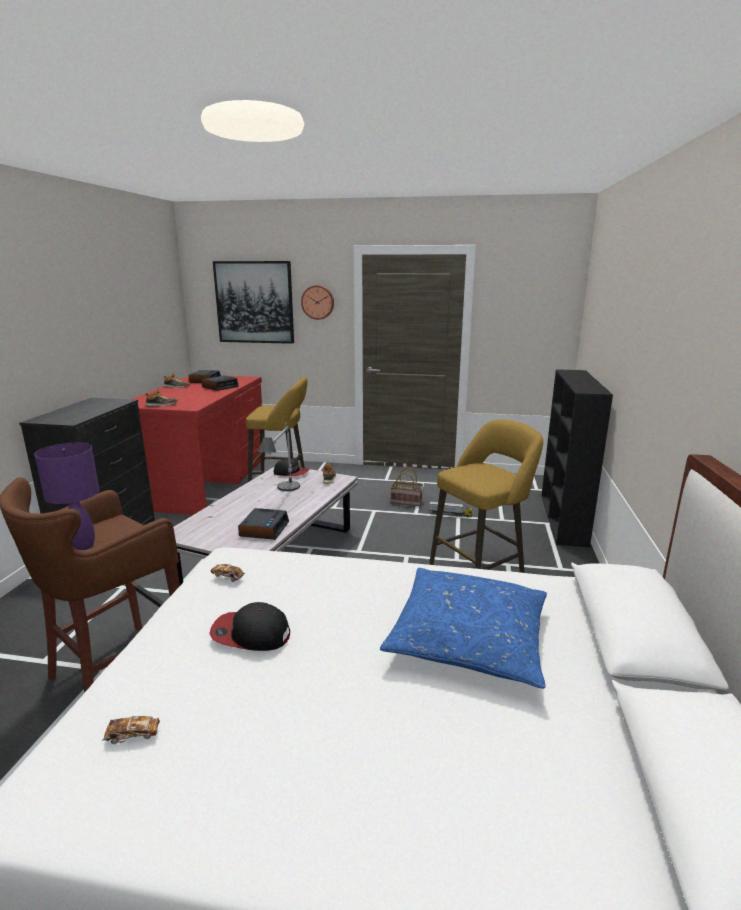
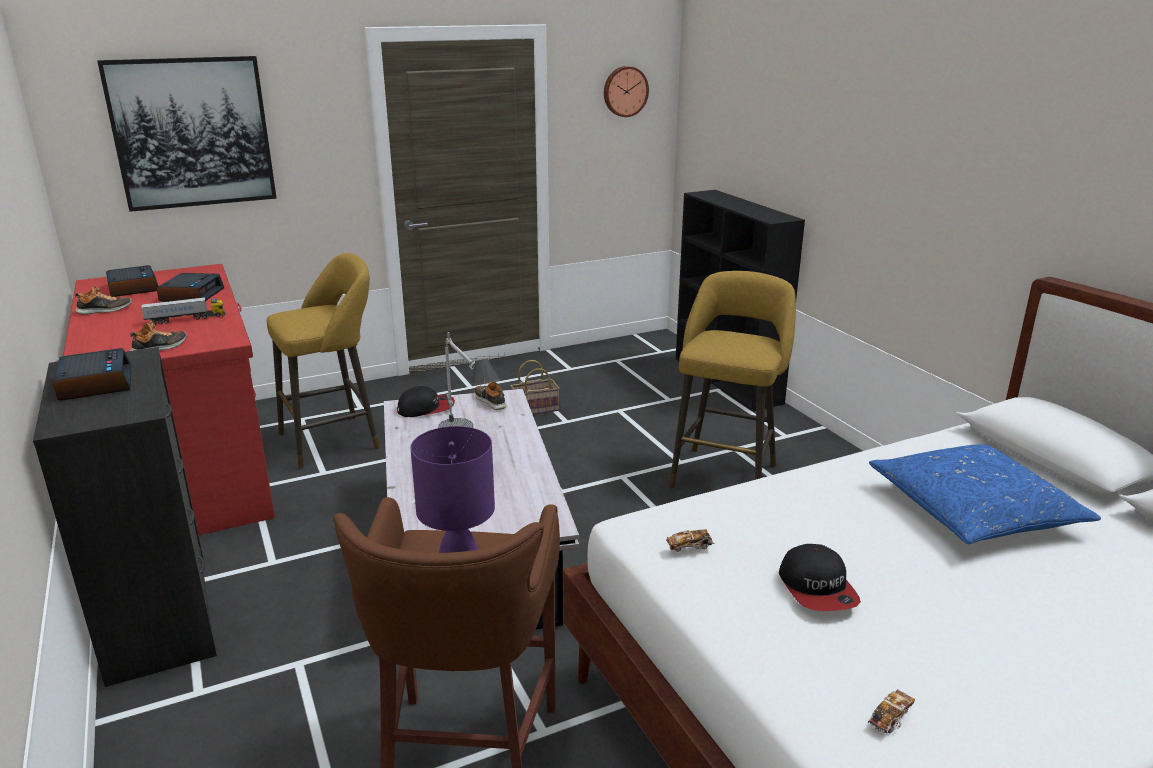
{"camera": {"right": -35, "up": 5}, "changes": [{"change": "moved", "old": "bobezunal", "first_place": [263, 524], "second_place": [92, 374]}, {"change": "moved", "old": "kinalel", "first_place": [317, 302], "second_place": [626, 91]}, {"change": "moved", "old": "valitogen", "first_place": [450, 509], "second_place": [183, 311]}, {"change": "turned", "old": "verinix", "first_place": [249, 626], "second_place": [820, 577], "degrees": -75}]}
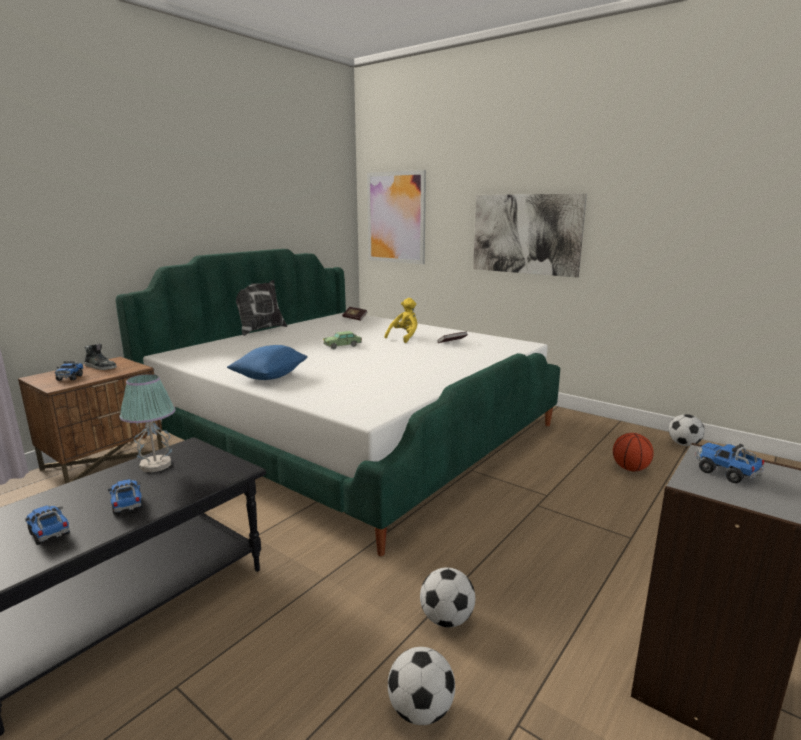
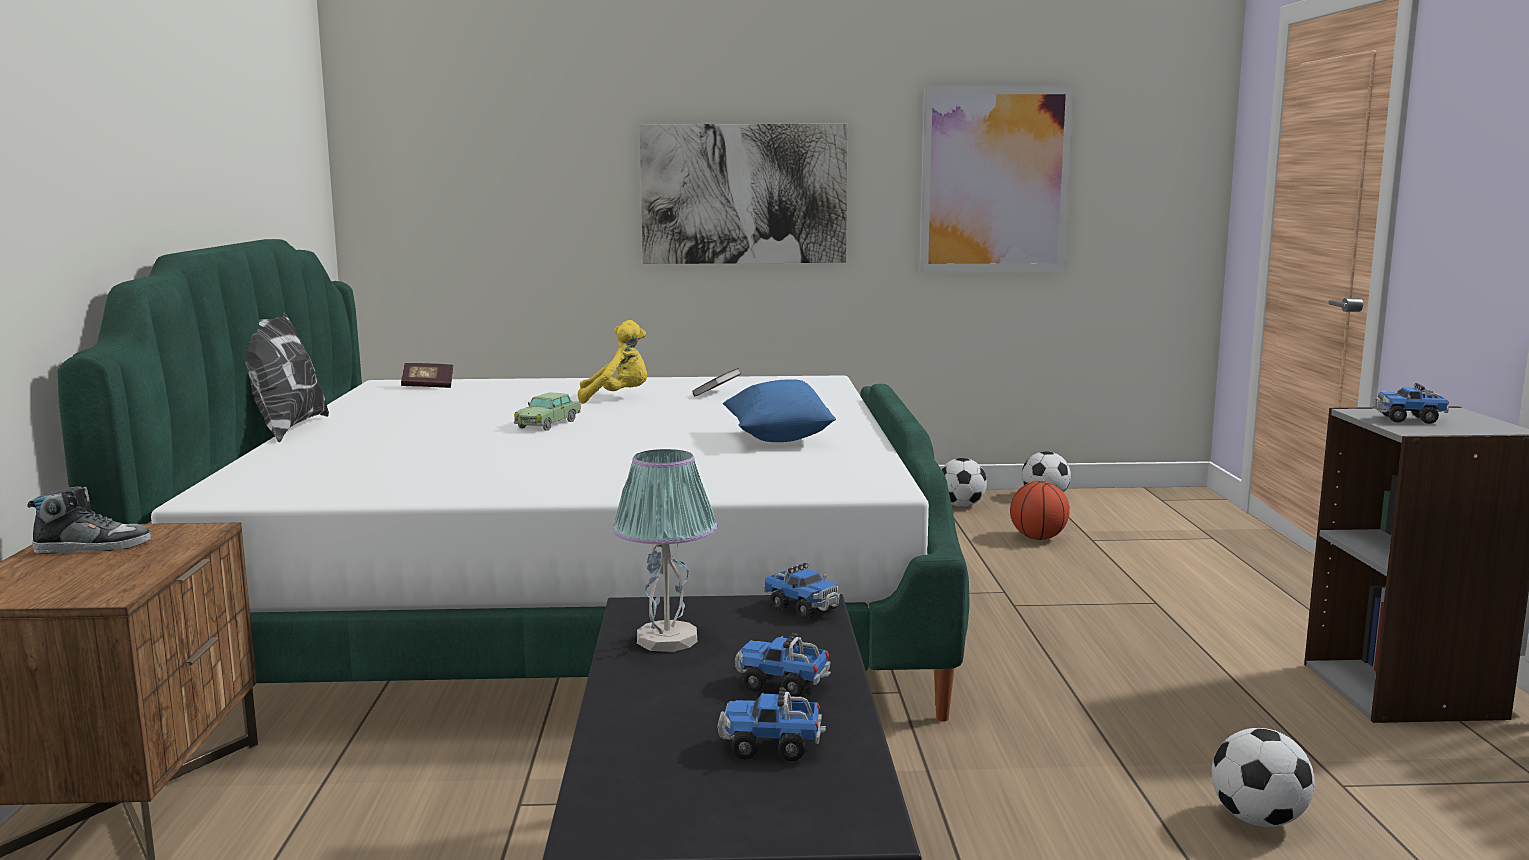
{"camera": {"right": -40, "up": -5}, "changes": [{"change": "moved", "old": "valitogen", "first_place": [69, 371], "second_place": [802, 591]}, {"change": "moved", "old": "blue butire", "first_place": [267, 362], "second_place": [779, 411]}, {"change": "moved", "old": "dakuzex", "first_place": [396, 217], "second_place": [996, 179]}, {"change": "moved", "old": "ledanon", "first_place": [447, 597], "second_place": [964, 482]}, {"change": "turned", "old": "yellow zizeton", "first_place": [400, 320], "second_place": [612, 362], "degrees": 90}]}
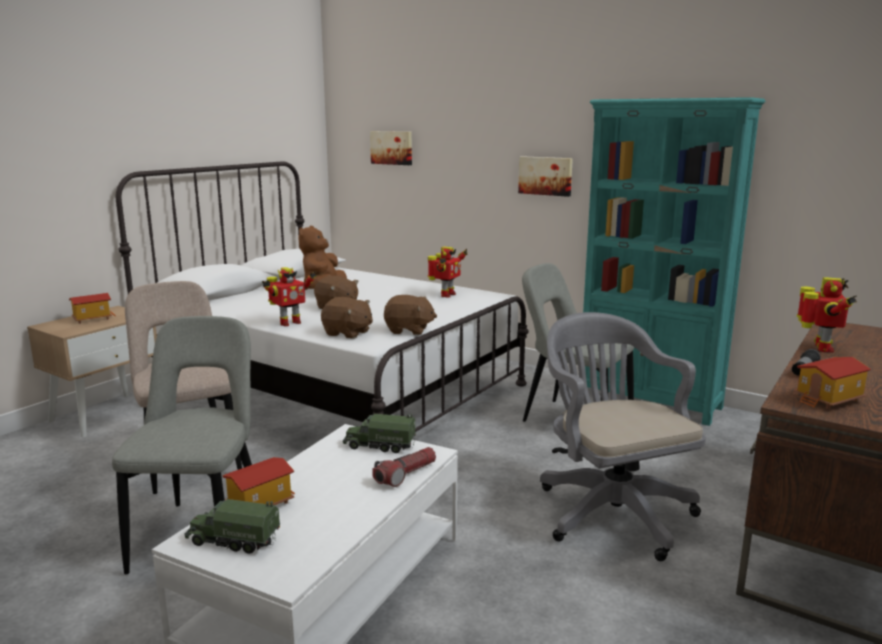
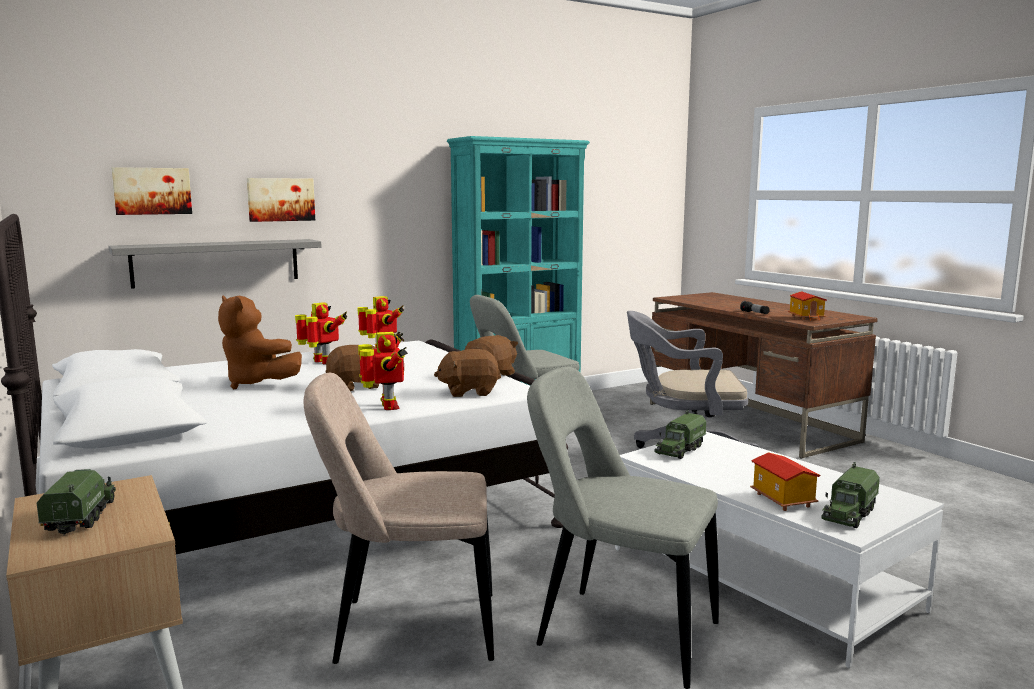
{"camera": {"right": -65, "up": -5}, "changes": [{"change": "removed", "old": "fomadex", "first_place": [404, 467]}, {"change": "added", "new": "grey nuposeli", "second_place": [215, 264]}, {"change": "moved", "old": "dakuzex", "first_place": [545, 176], "second_place": [281, 200]}, {"change": "moved", "old": "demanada", "first_place": [827, 315], "second_place": [321, 333]}, {"change": "replaced", "old": "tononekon", "new": "valitogen", "first_place": [92, 308], "second_place": [76, 502]}, {"change": "turned", "old": "brown zizeton", "first_place": [347, 318], "second_place": [467, 373], "degrees": -150}]}
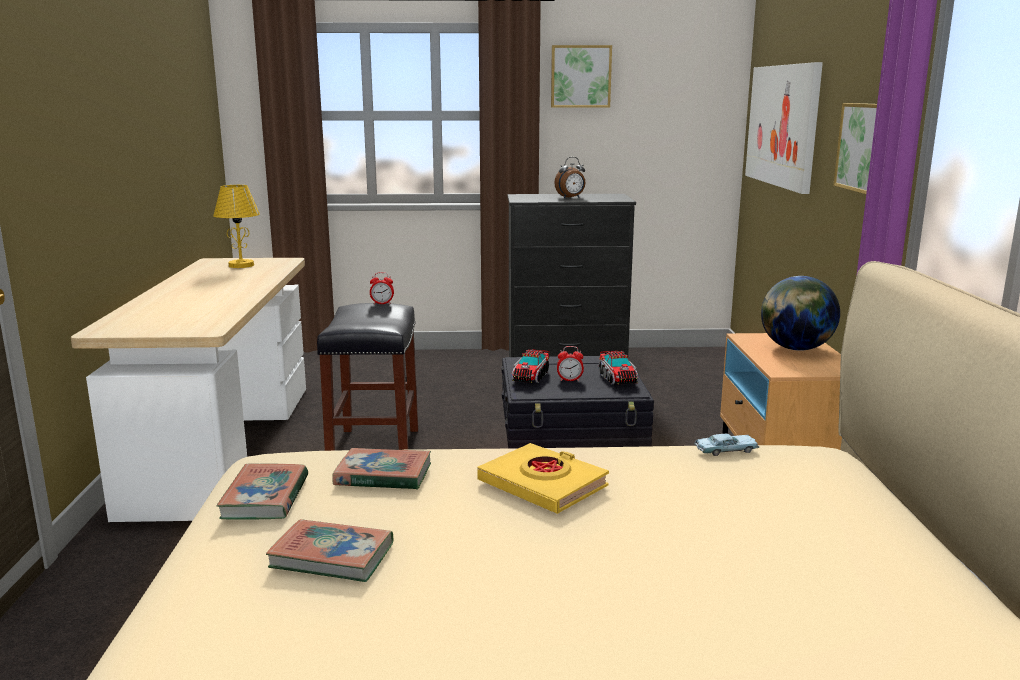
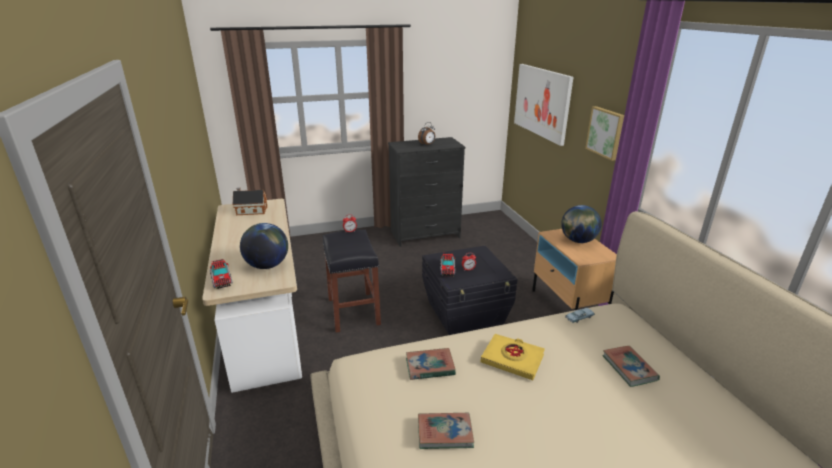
{"camera": {"right": -15, "up": 10}, "changes": [{"change": "removed", "old": "dakuzex", "first_place": [581, 76]}, {"change": "added", "new": "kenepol", "second_place": [264, 246]}, {"change": "moved", "old": "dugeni", "first_place": [262, 491], "second_place": [631, 366]}, {"change": "moved", "old": "valitogen", "first_place": [618, 368], "second_place": [221, 274]}, {"change": "replaced", "old": "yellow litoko", "new": "tononekon", "first_place": [236, 226], "second_place": [250, 201]}]}
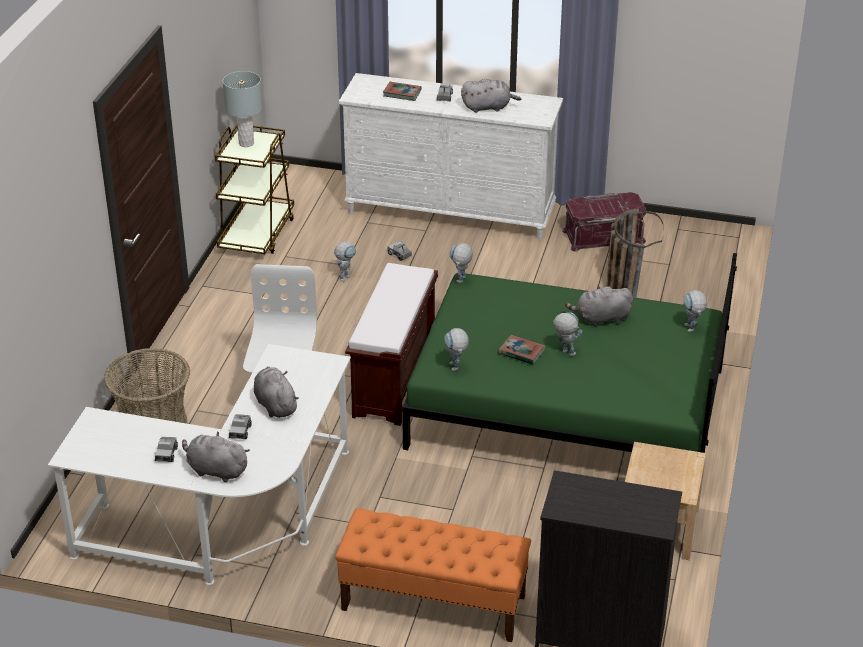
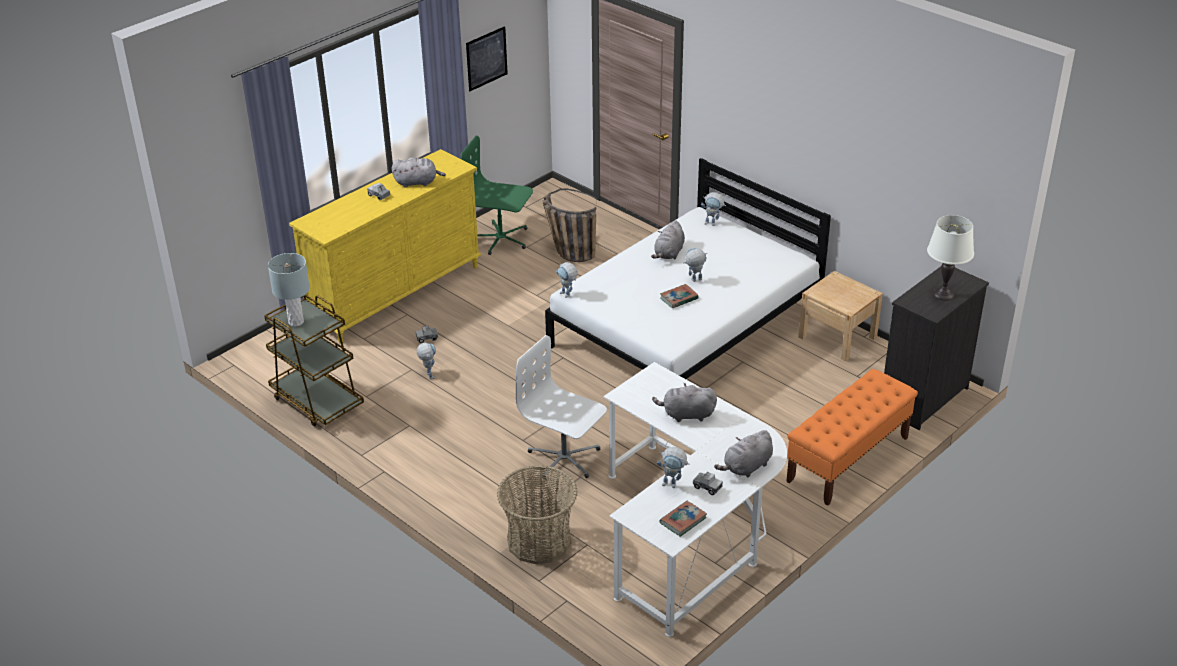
{"camera": {"right": -60, "up": 0}, "changes": [{"change": "removed", "old": "valitogen", "first_place": [240, 426]}, {"change": "removed", "old": "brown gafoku", "first_place": [391, 344]}, {"change": "added", "new": "dakuzex", "second_place": [487, 58]}, {"change": "added", "new": "white litoko", "second_place": [950, 258]}, {"change": "moved", "old": "dugeni", "first_place": [402, 91], "second_place": [683, 519]}, {"change": "moved", "old": "demanada", "first_place": [456, 349], "second_place": [673, 467]}, {"change": "replaced", "old": "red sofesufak", "new": "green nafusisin", "first_place": [604, 222], "second_place": [497, 195]}, {"change": "recoloured", "old": "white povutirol", "new": "yellow povutirol", "first_place": [451, 156], "second_place": [385, 246]}, {"change": "recoloured", "old": "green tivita", "new": "white tivita", "first_place": [569, 353], "second_place": [688, 268]}, {"change": "turned", "old": "grey zizeton", "first_place": [491, 96], "second_place": [419, 172], "degrees": 60}]}
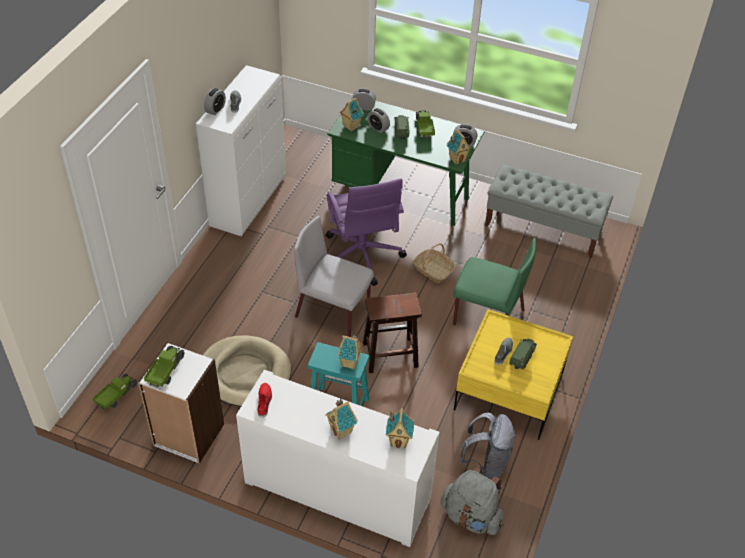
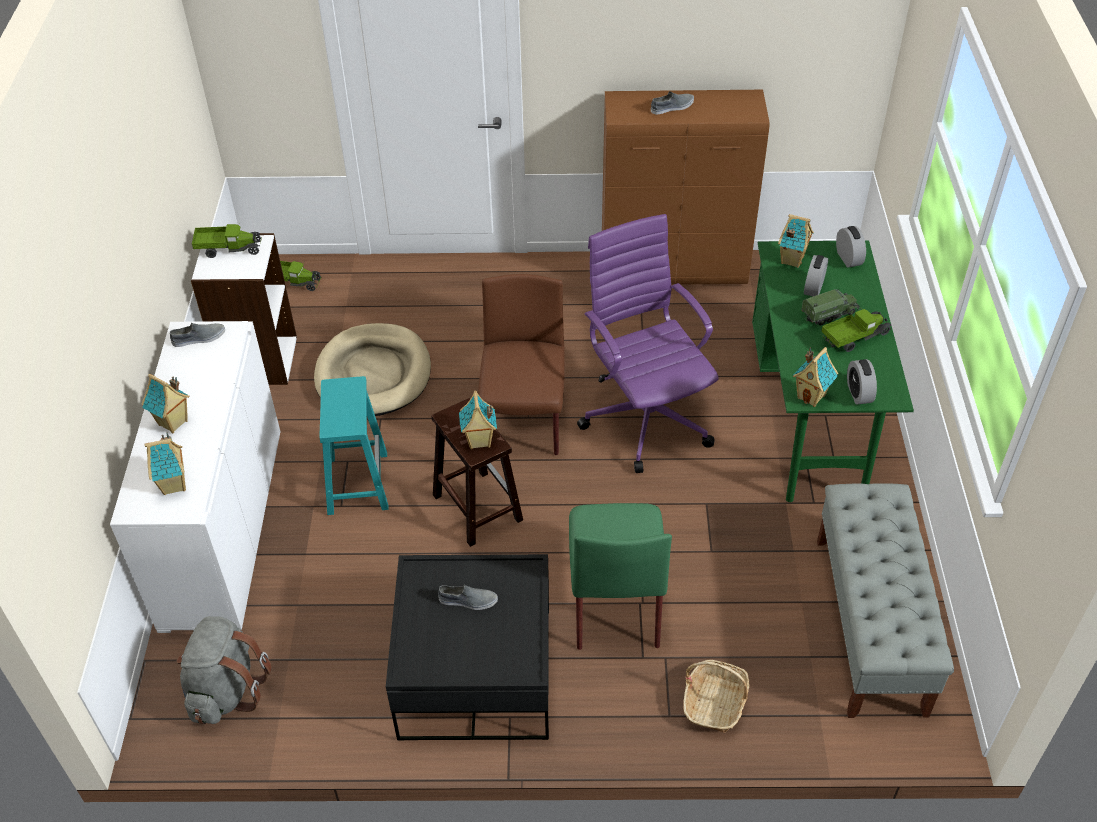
{"camera": {"right": 70, "up": 0}, "changes": [{"change": "removed", "old": "bobezunal", "first_place": [215, 101]}, {"change": "removed", "old": "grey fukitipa", "first_place": [487, 445]}, {"change": "removed", "old": "valitogen", "first_place": [523, 354]}, {"change": "moved", "old": "tononekon", "first_place": [350, 352], "second_place": [478, 419]}, {"change": "moved", "old": "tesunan", "first_place": [434, 263], "second_place": [716, 696]}, {"change": "recoloured", "old": "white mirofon", "new": "brown mirofon", "first_place": [241, 150], "second_place": [686, 187]}, {"change": "recoloured", "old": "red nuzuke", "new": "grey nuzuke", "first_place": [265, 400], "second_place": [197, 335]}, {"change": "recoloured", "old": "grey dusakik", "new": "brown dusakik", "first_place": [334, 276], "second_place": [521, 364]}, {"change": "recoloured", "old": "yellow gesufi", "new": "black gesufi", "first_place": [513, 374], "second_place": [467, 647]}, {"change": "turned", "old": "purple nafusisin", "first_place": [366, 232], "second_place": [648, 343], "degrees": 105}]}
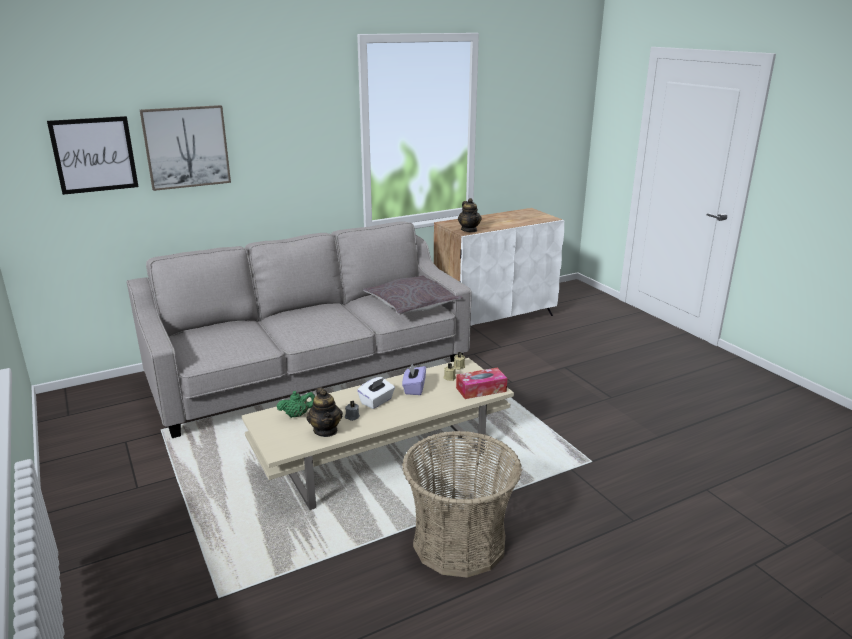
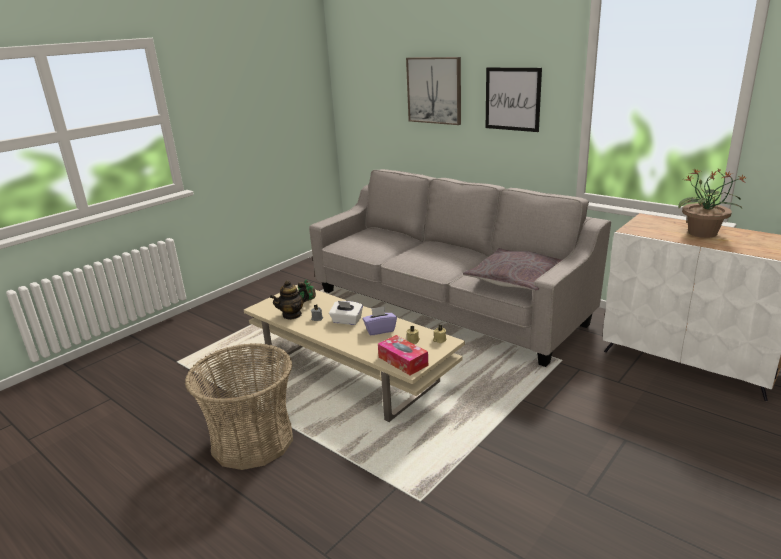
{"camera": {"right": 70, "up": 0}, "changes": [{"change": "removed", "old": "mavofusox", "first_place": [470, 215]}, {"change": "added", "new": "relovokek", "second_place": [712, 203]}, {"change": "moved", "old": "dakuzex", "first_place": [92, 155], "second_place": [514, 99]}]}
